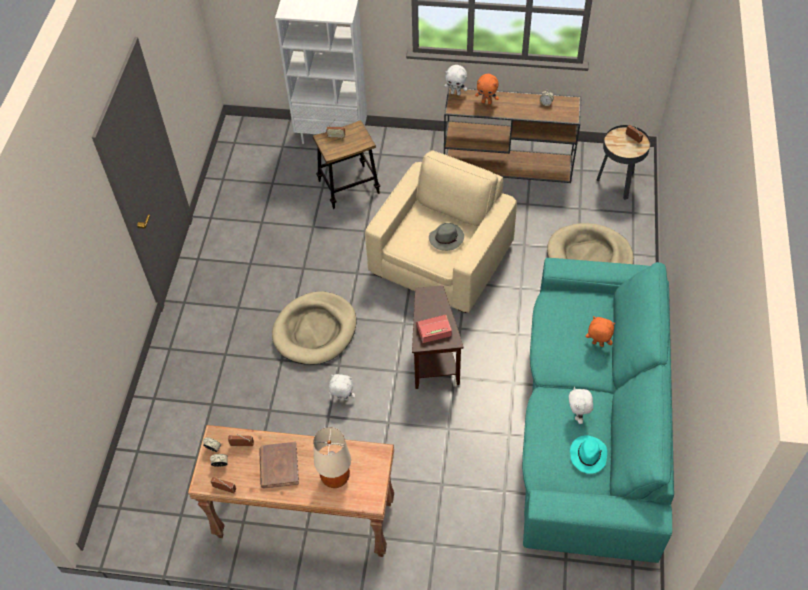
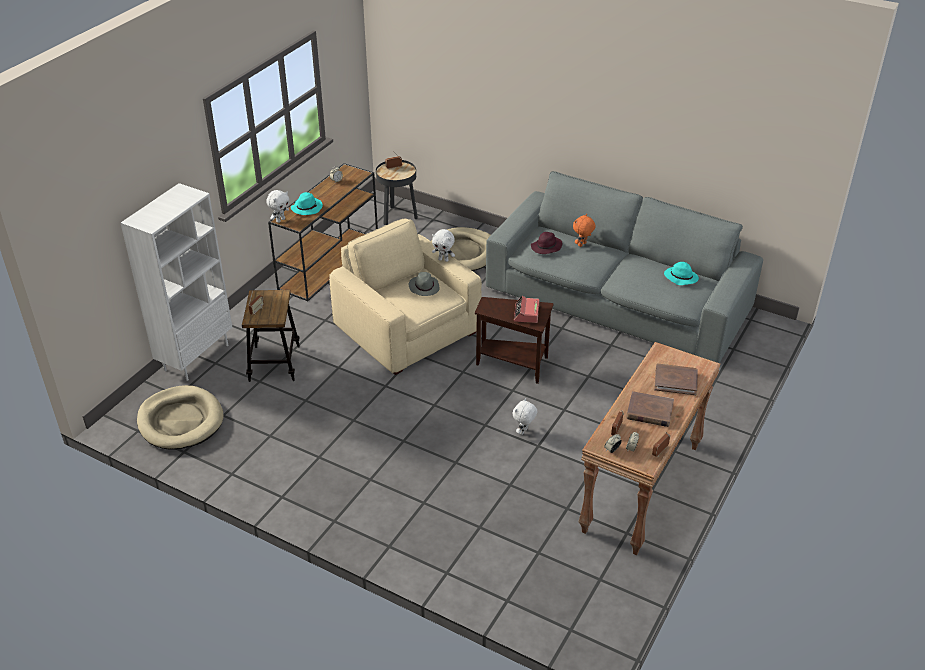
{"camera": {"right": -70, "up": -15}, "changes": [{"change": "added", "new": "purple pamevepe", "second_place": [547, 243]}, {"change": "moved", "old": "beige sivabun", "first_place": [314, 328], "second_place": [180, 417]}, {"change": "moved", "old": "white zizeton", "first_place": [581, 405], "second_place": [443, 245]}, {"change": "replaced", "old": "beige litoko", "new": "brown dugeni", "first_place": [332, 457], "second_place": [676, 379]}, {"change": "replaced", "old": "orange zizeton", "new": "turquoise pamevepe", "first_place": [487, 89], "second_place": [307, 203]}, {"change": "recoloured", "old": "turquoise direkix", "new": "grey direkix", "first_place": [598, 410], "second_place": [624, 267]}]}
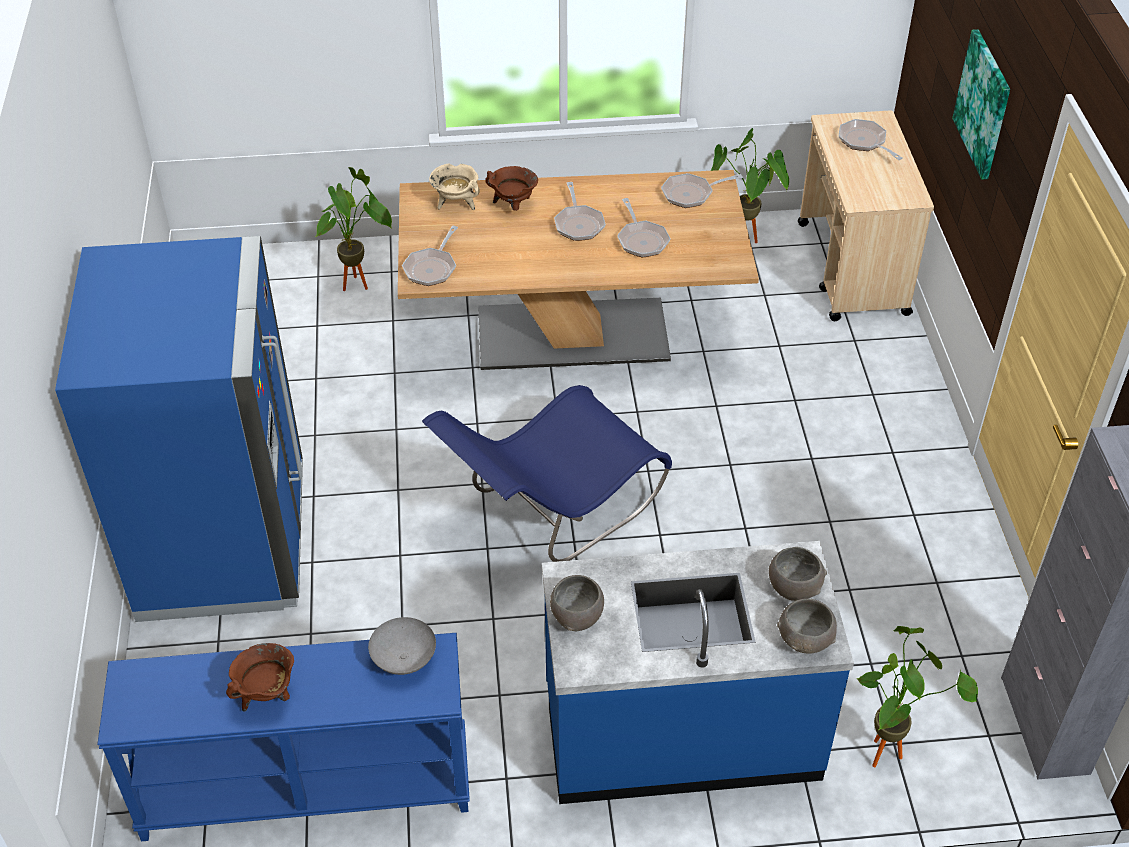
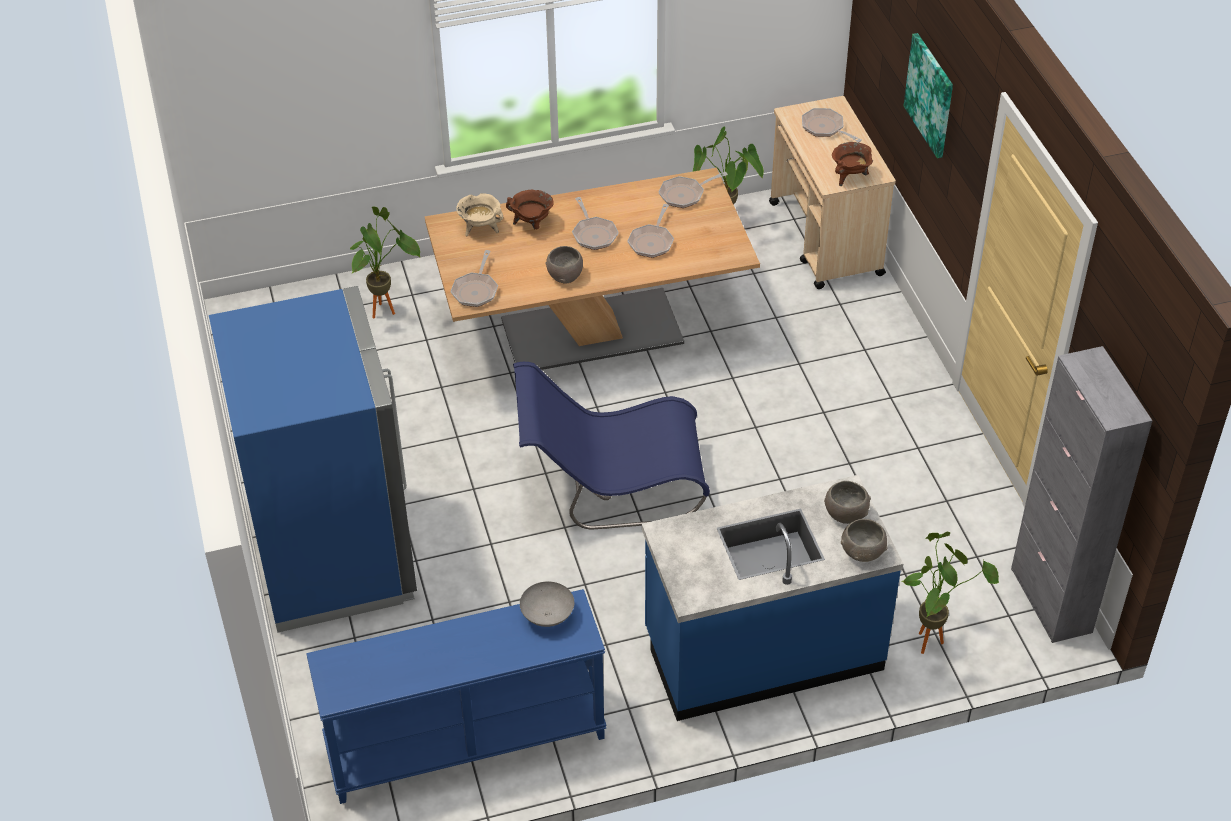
{"camera": {"right": -10, "up": 0}, "changes": [{"change": "moved", "old": "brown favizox", "first_place": [260, 677], "second_place": [852, 164]}, {"change": "moved", "old": "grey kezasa", "first_place": [577, 603], "second_place": [564, 265]}, {"change": "turned", "old": "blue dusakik", "first_place": [547, 473], "second_place": [611, 445], "degrees": 45}, {"change": "turned", "old": "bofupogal", "first_place": [643, 228], "second_place": [650, 231], "degrees": 45}]}
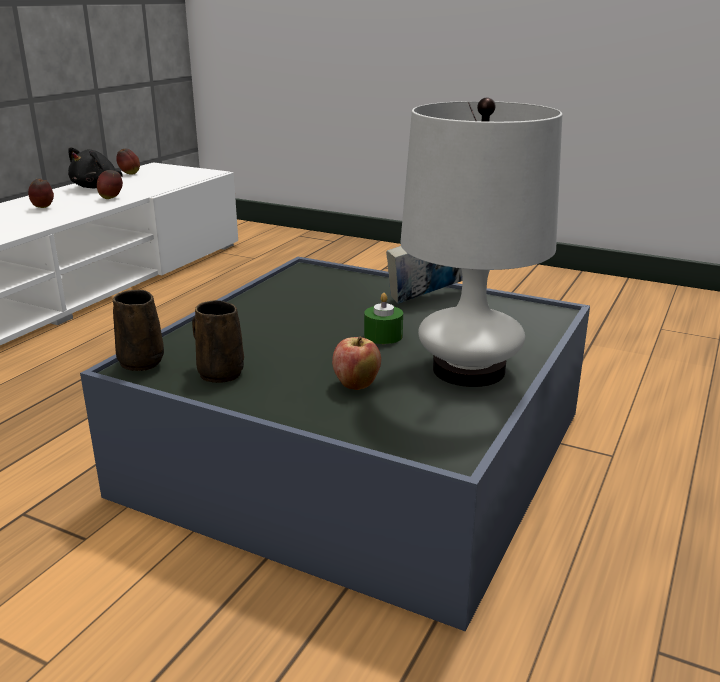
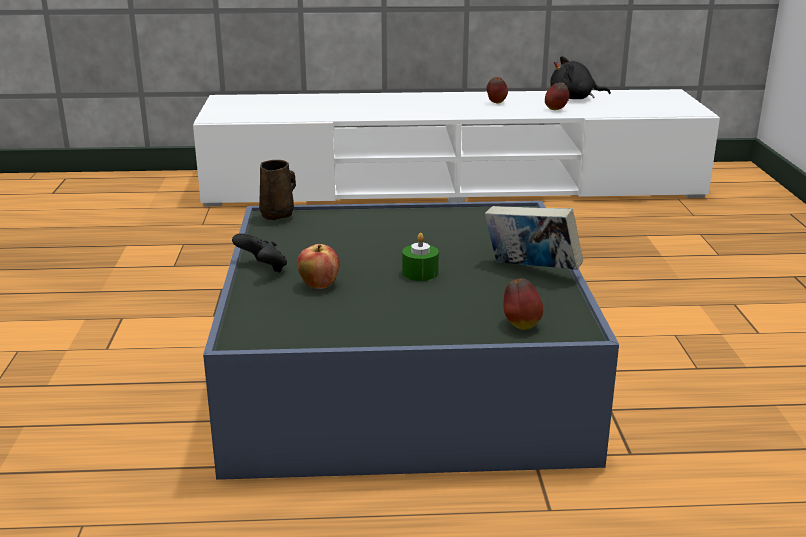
{"camera": {"right": 60, "up": 0}, "changes": [{"change": "removed", "old": "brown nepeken", "first_place": [218, 341]}, {"change": "removed", "old": "white litoko", "first_place": [481, 242]}, {"change": "added", "new": "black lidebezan", "second_place": [259, 253]}, {"change": "moved", "old": "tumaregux", "first_place": [128, 162], "second_place": [523, 304]}]}
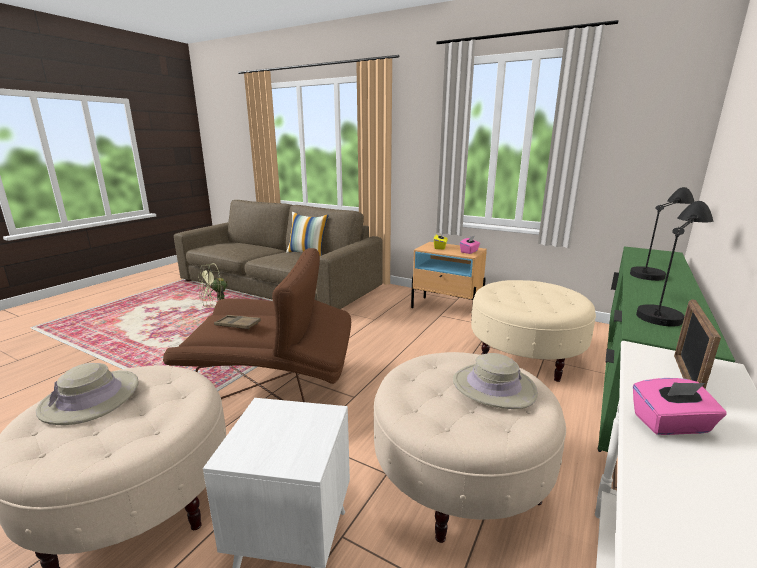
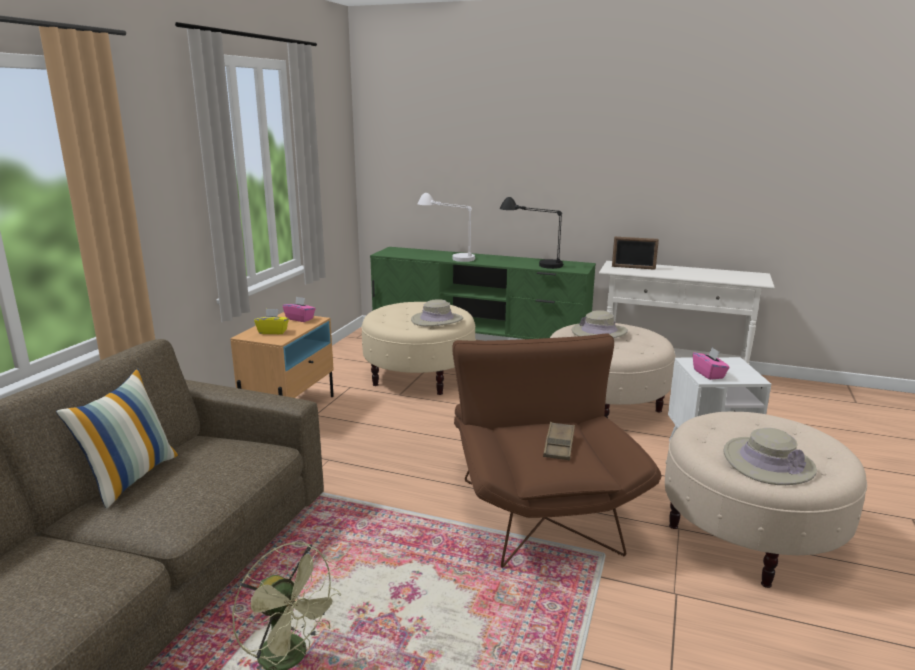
{"camera": {"right": -100, "up": 0}, "changes": [{"change": "added", "new": "beige pamevepe", "second_place": [437, 312]}, {"change": "moved", "old": "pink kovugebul", "first_place": [679, 406], "second_place": [711, 363]}, {"change": "recoloured", "old": "black litoko", "new": "white litoko", "first_place": [662, 234], "second_place": [446, 227]}]}
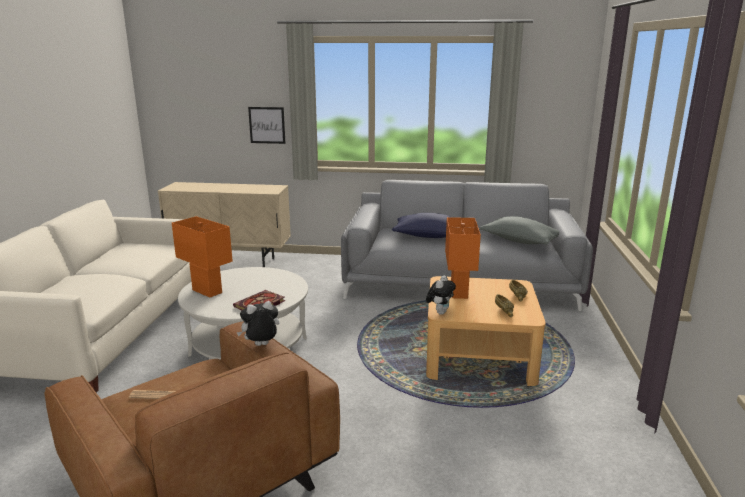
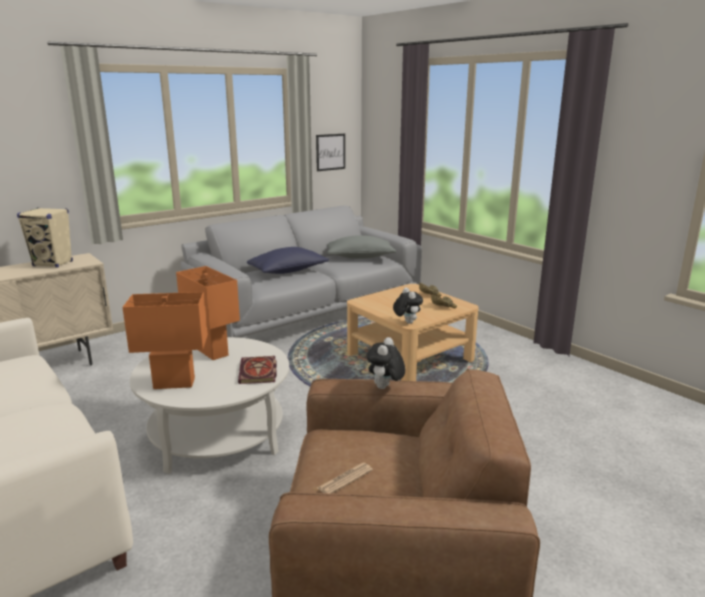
{"camera": {"right": -45, "up": 0}, "changes": [{"change": "added", "new": "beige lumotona", "second_place": [45, 238]}, {"change": "moved", "old": "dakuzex", "first_place": [266, 125], "second_place": [330, 152]}, {"change": "moved", "old": "orange litoko", "first_place": [463, 258], "second_place": [208, 313]}]}
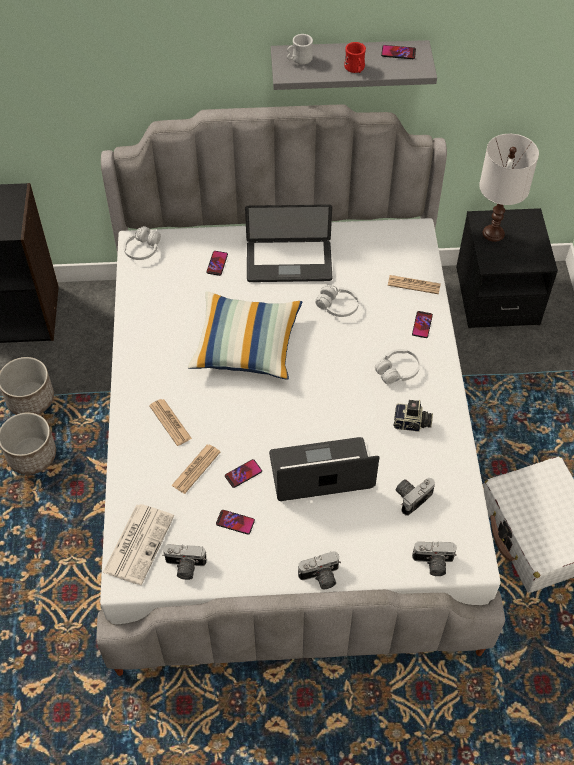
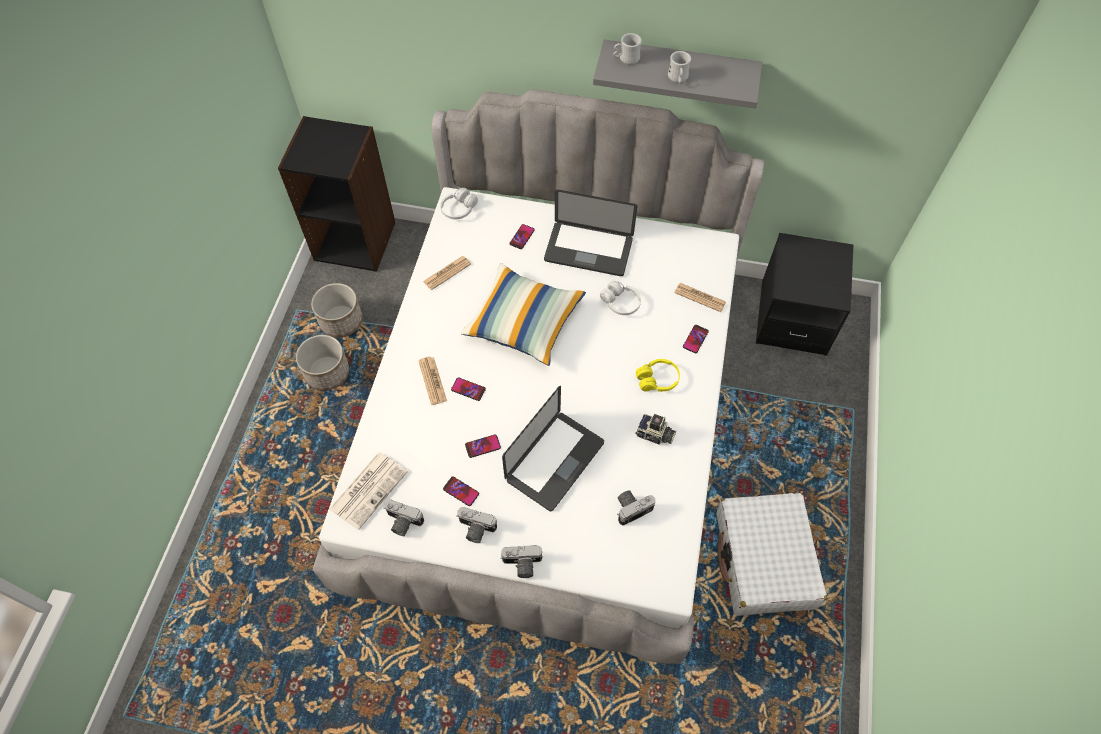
{"camera": {"right": 15, "up": 5}, "changes": [{"change": "removed", "old": "white litoko", "first_place": [509, 188]}, {"change": "moved", "old": "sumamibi", "first_place": [195, 469], "second_place": [447, 273]}, {"change": "moved", "old": "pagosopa", "first_place": [398, 52], "second_place": [468, 389]}, {"change": "moved", "old": "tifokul", "first_place": [434, 558], "second_place": [476, 525]}, {"change": "recoloured", "old": "red nepeken", "new": "white nepeken", "first_place": [355, 57], "second_place": [679, 67]}, {"change": "recoloured", "old": "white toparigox", "new": "yellow toparigox", "first_place": [397, 367], "second_place": [658, 375]}, {"change": "turned", "old": "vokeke", "first_place": [324, 469], "second_place": [553, 448], "degrees": 120}]}
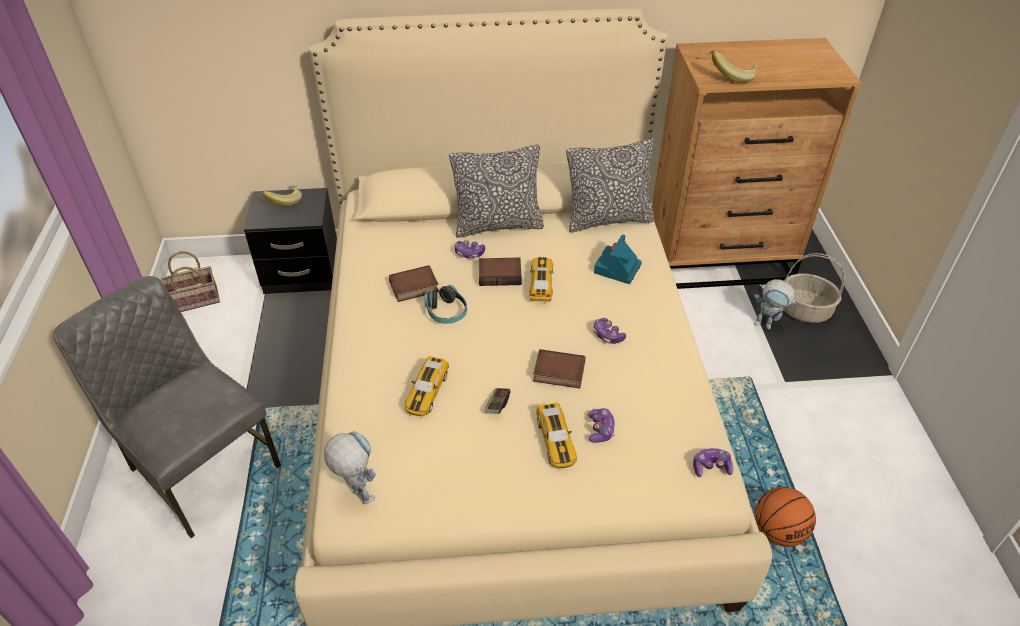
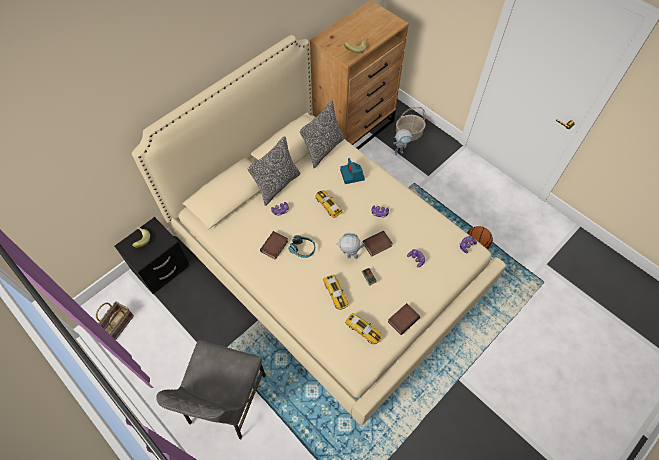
{"camera": {"right": -40, "up": 15}, "changes": [{"change": "moved", "old": "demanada", "first_place": [350, 467], "second_place": [350, 246]}, {"change": "moved", "old": "dugeni", "first_place": [500, 272], "second_place": [404, 319]}, {"change": "moved", "old": "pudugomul", "first_place": [556, 435], "second_place": [363, 328]}, {"change": "turned", "old": "grey dusakik", "first_place": [167, 407], "second_place": [211, 389], "degrees": -75}]}
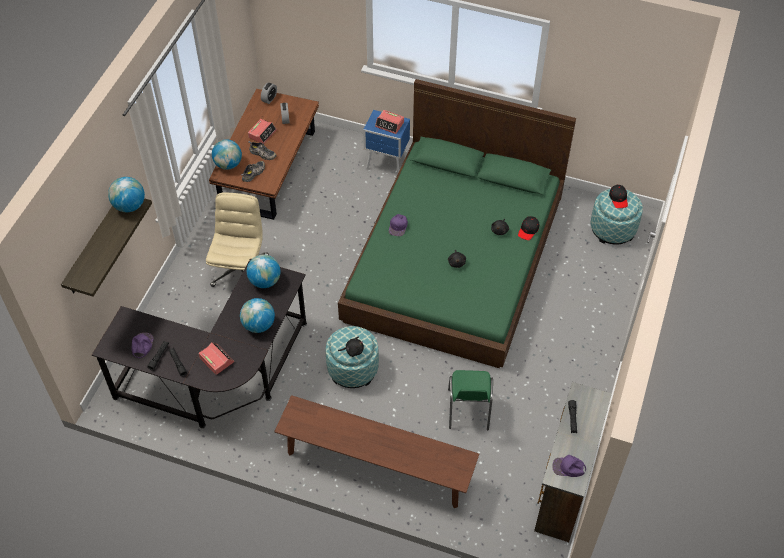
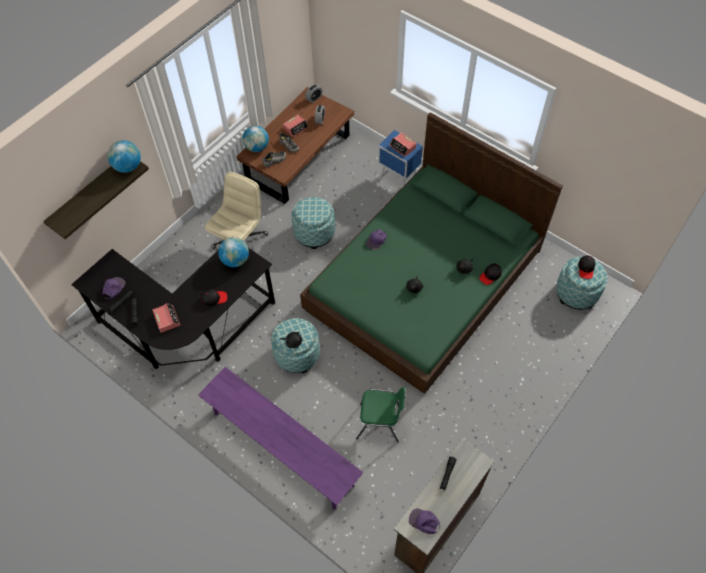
{"camera": {"right": 20, "up": 5}, "changes": [{"change": "added", "new": "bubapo", "second_place": [313, 223]}, {"change": "replaced", "old": "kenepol", "new": "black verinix", "first_place": [257, 315], "second_place": [214, 297]}, {"change": "recoloured", "old": "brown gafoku", "new": "purple gafoku", "first_place": [376, 451], "second_place": [280, 438]}, {"change": "turned", "old": "green dusakik", "first_place": [470, 400], "second_place": [380, 414], "degrees": -105}]}
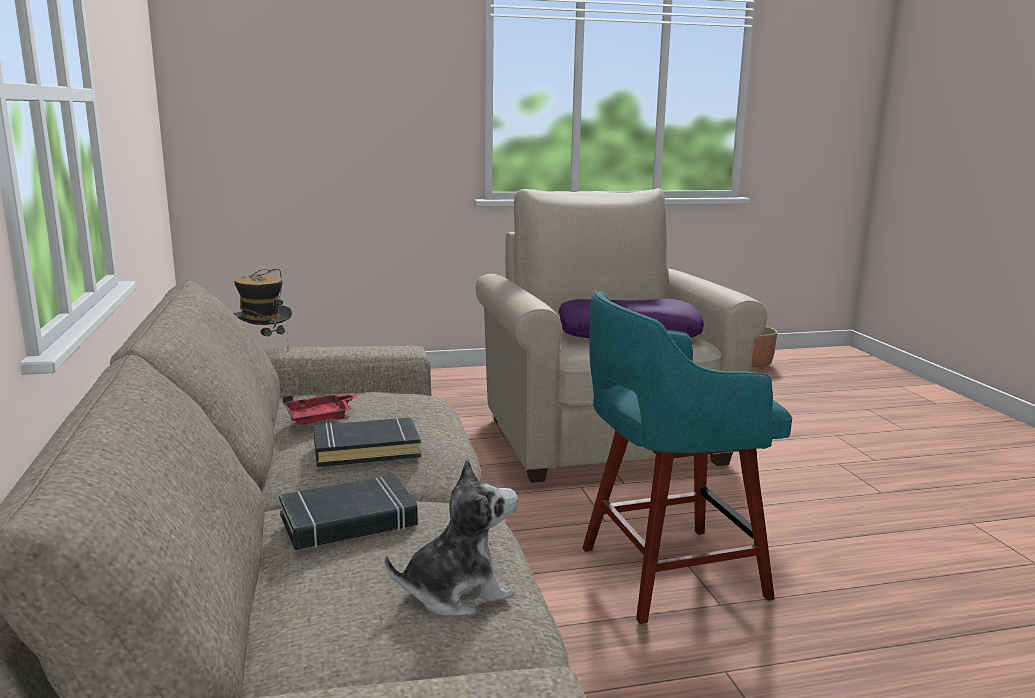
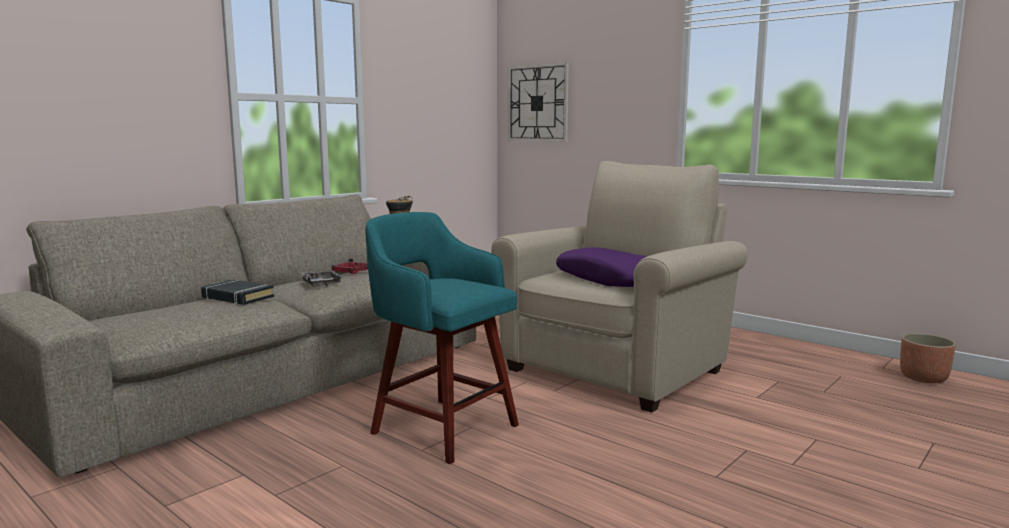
{"camera": {"right": 55, "up": -5}, "changes": [{"change": "removed", "old": "zizeton", "first_place": [451, 537]}, {"change": "added", "new": "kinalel", "second_place": [538, 102]}, {"change": "replaced", "old": "black dugeni", "new": "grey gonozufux", "first_place": [367, 442], "second_place": [321, 279]}]}
